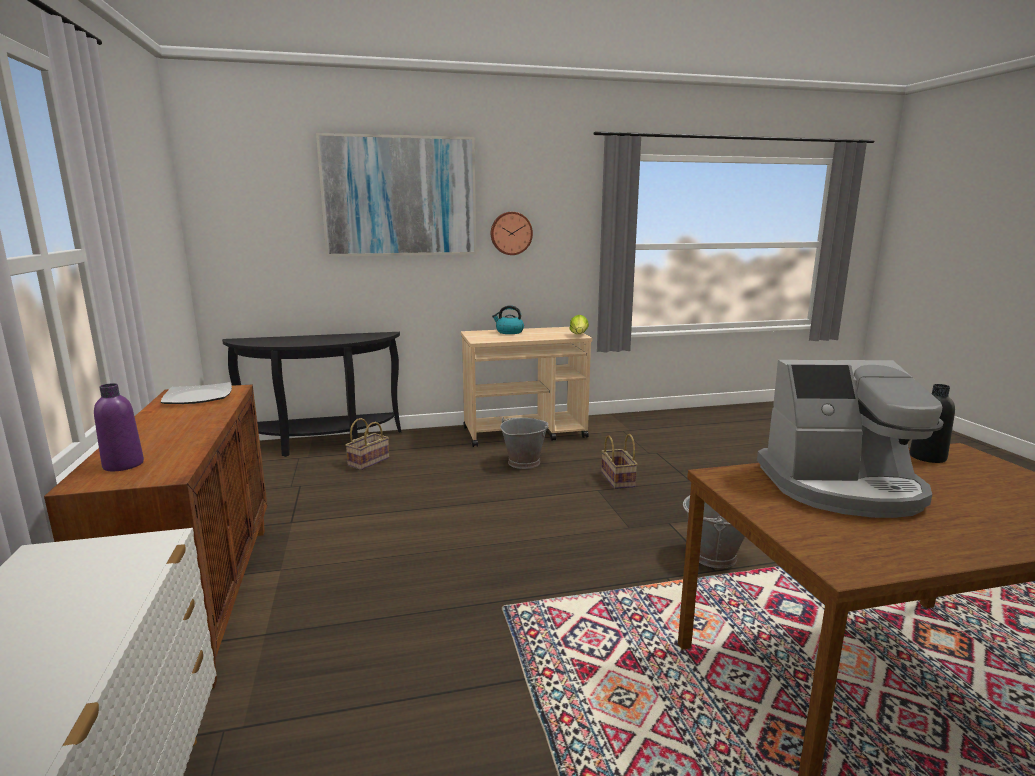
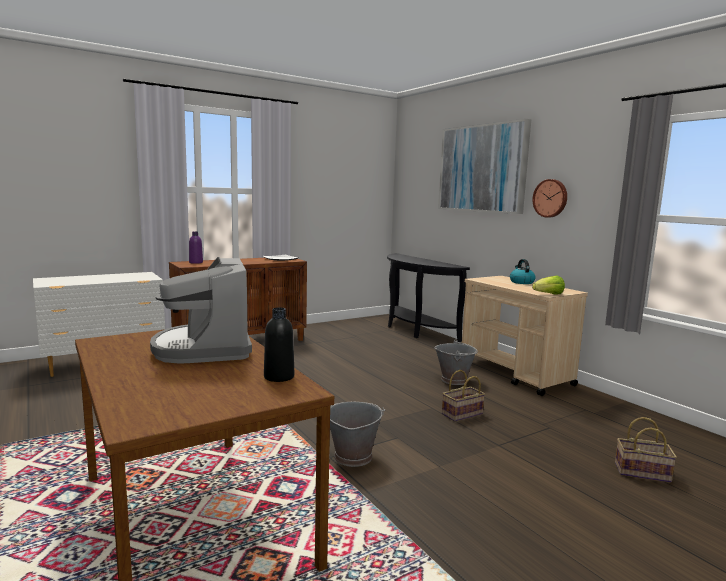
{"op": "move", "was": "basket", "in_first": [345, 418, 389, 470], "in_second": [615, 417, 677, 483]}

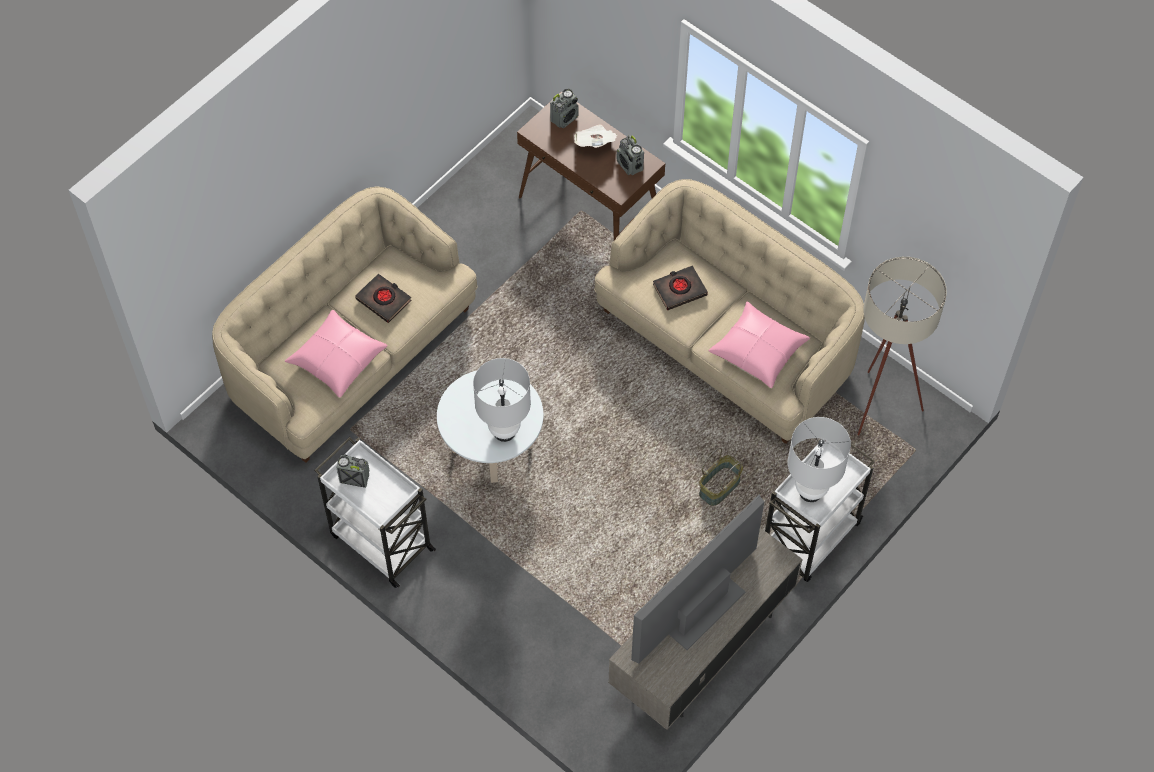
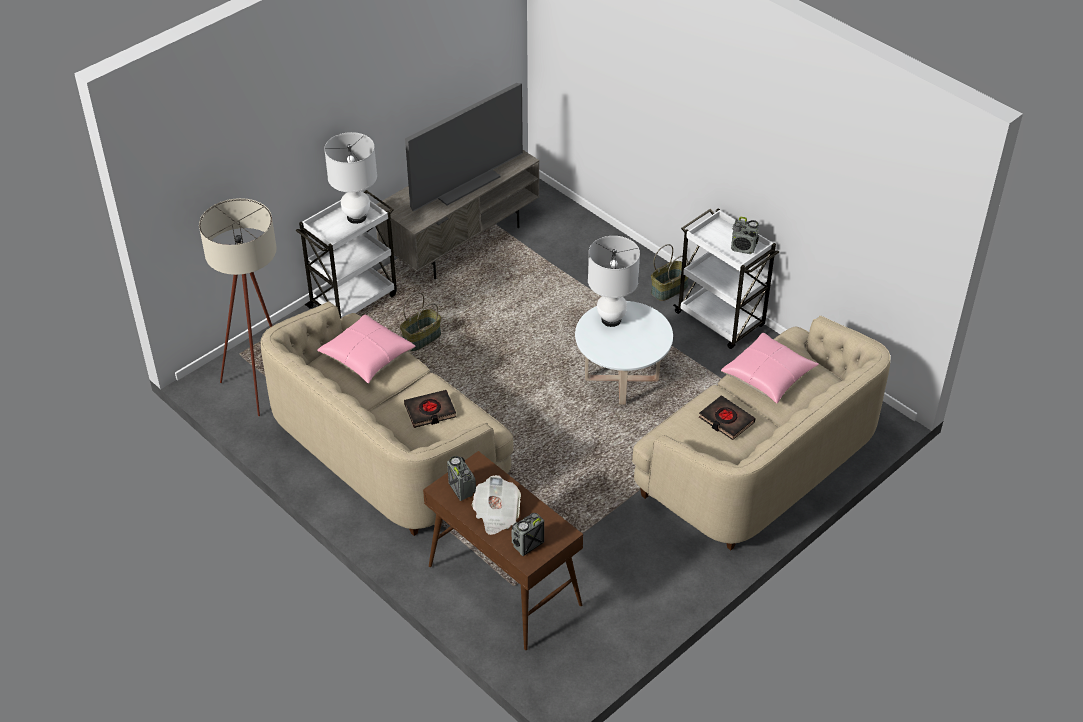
{"op": "insert", "now": "basket", "in_second": [651, 244, 688, 301]}

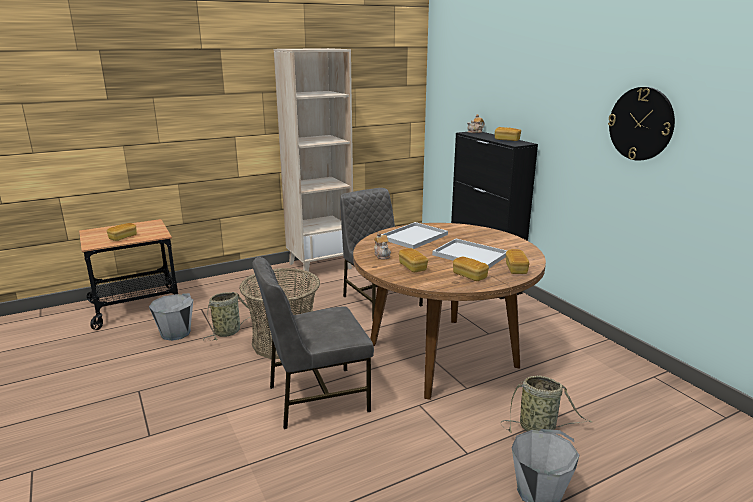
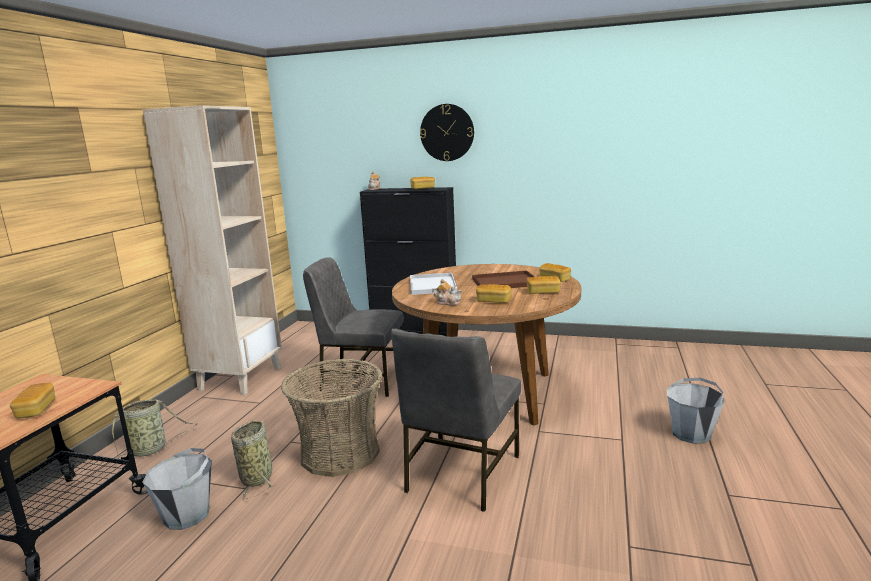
{"op": "recolor", "was": "white tray", "now": "brown tray", "in_first": [432, 239, 507, 268], "in_second": [472, 271, 534, 288]}
{"op": "move", "was": "basket", "in_first": [501, 375, 592, 433], "in_second": [112, 399, 198, 459]}
{"op": "move", "was": "wall clock", "in_first": [608, 87, 675, 161], "in_second": [420, 104, 474, 161]}

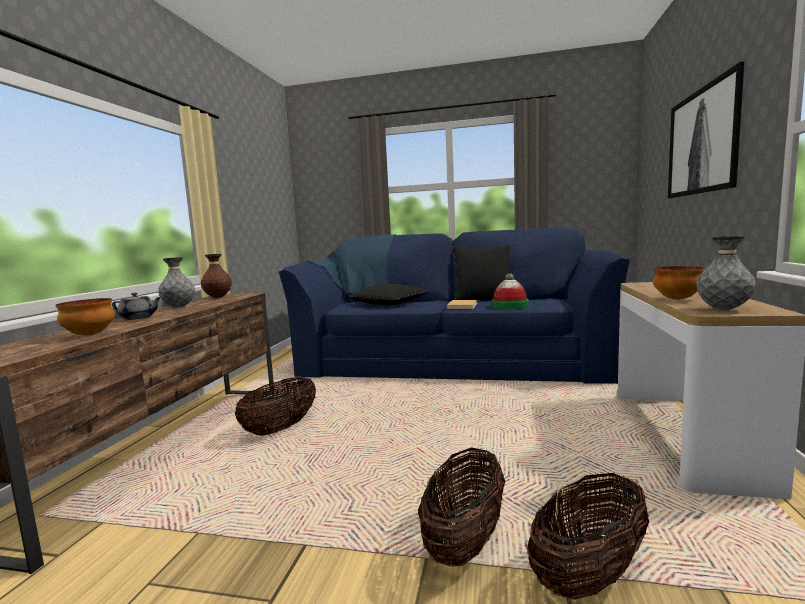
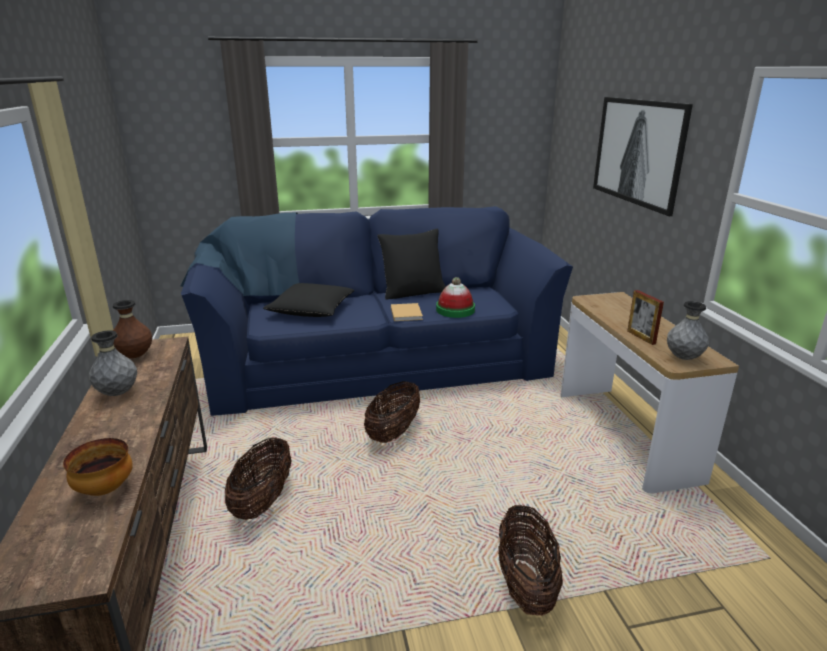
{"op": "delete", "was": "grey teapot", "in_first": [112, 293, 161, 320]}
{"op": "move", "was": "basket", "in_first": [527, 473, 649, 600], "in_second": [364, 381, 420, 443]}
{"op": "replace", "was": "bowl", "now": "picture frame", "in_first": [653, 266, 704, 300], "in_second": [627, 290, 664, 345]}

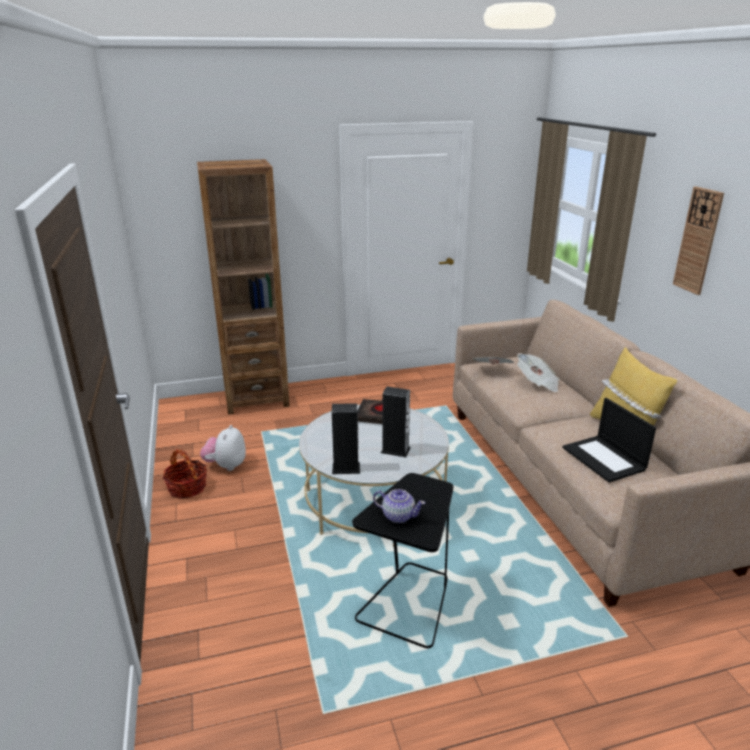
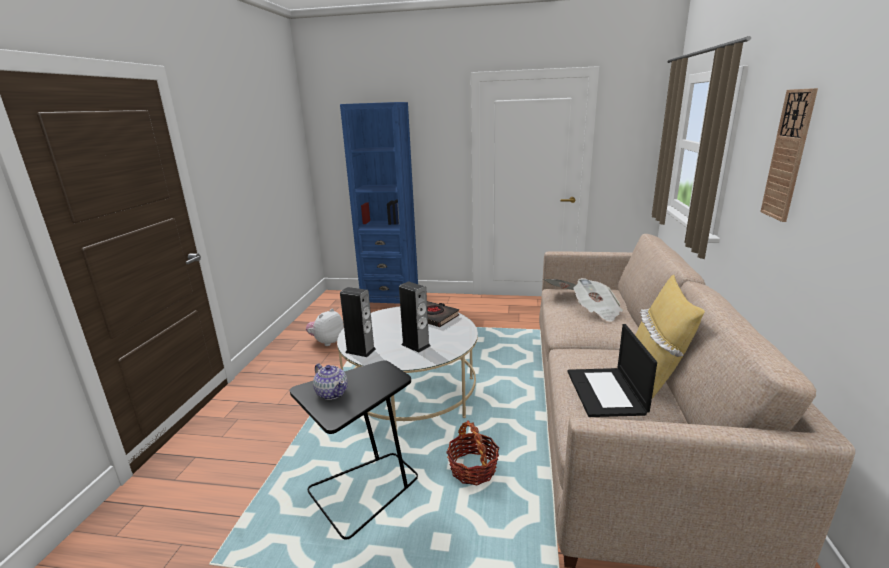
{"op": "move", "was": "basket", "in_first": [163, 449, 207, 499], "in_second": [446, 420, 499, 485]}
{"op": "recolor", "was": "brown bookcase", "now": "blue bookcase", "in_first": [197, 159, 290, 415], "in_second": [340, 102, 418, 304]}

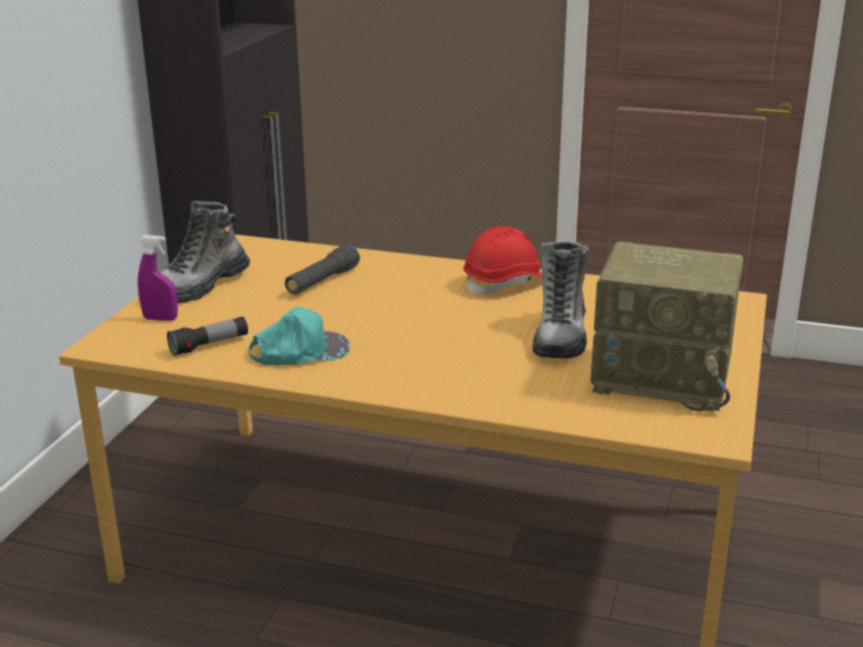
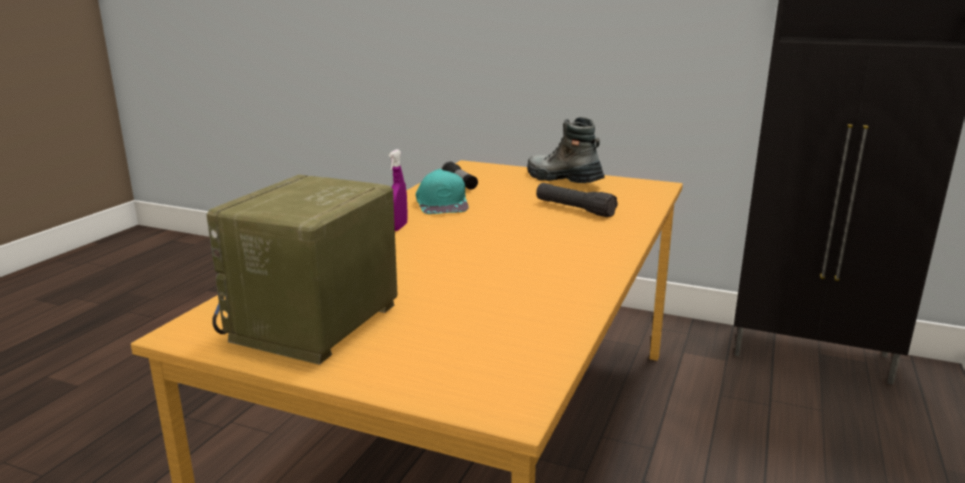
{"op": "move", "was": "purple spray bottle", "in_first": [138, 235, 178, 321], "in_second": [389, 149, 408, 231]}
{"op": "delete", "was": "red hard hat", "in_first": [463, 226, 542, 296]}
{"op": "delete", "was": "boot", "in_first": [532, 241, 590, 358]}

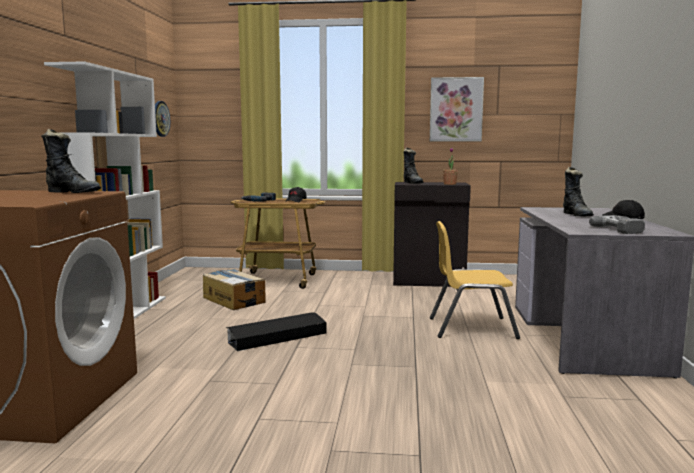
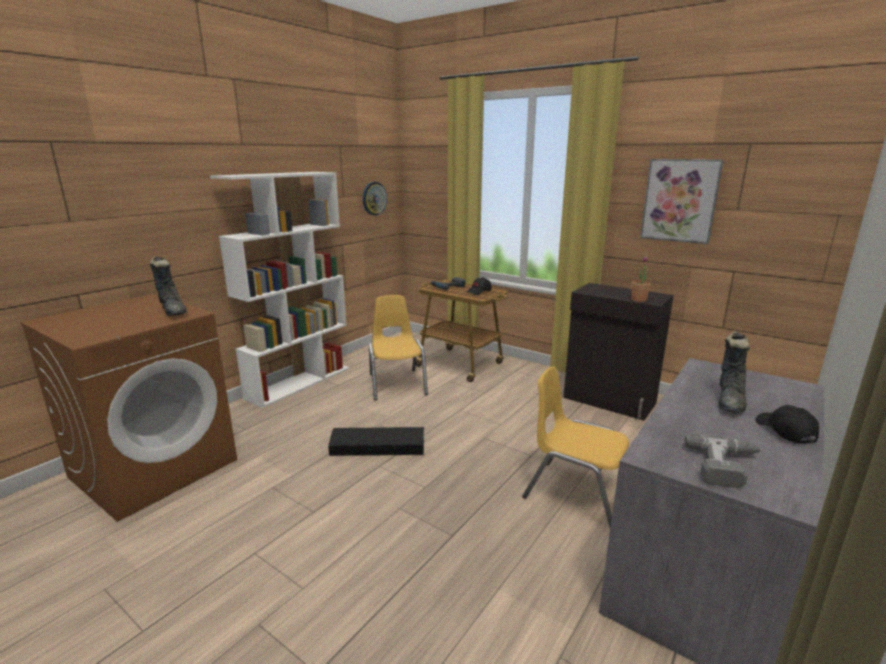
{"op": "replace", "was": "cardboard box", "now": "yellow chair", "in_first": [203, 269, 266, 310], "in_second": [369, 295, 428, 400]}
{"op": "delete", "was": "black boot", "in_first": [404, 147, 423, 184]}

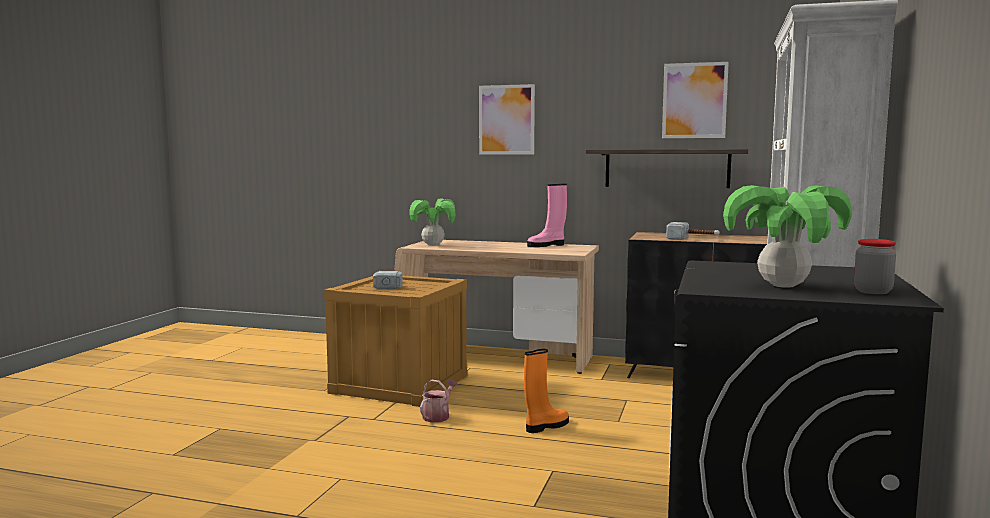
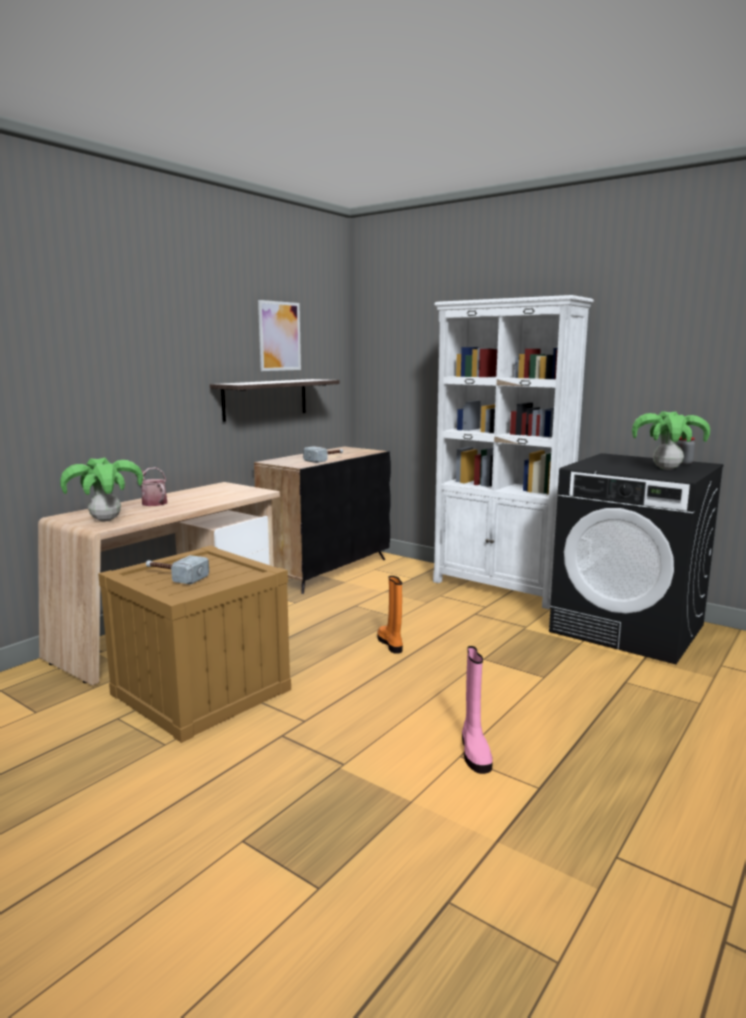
{"op": "move", "was": "watering can", "in_first": [420, 380, 458, 423], "in_second": [135, 467, 167, 506]}
{"op": "delete", "was": "picture", "in_first": [479, 84, 535, 155]}
{"op": "move", "was": "pink boot", "in_first": [527, 184, 567, 247], "in_second": [462, 646, 493, 774]}

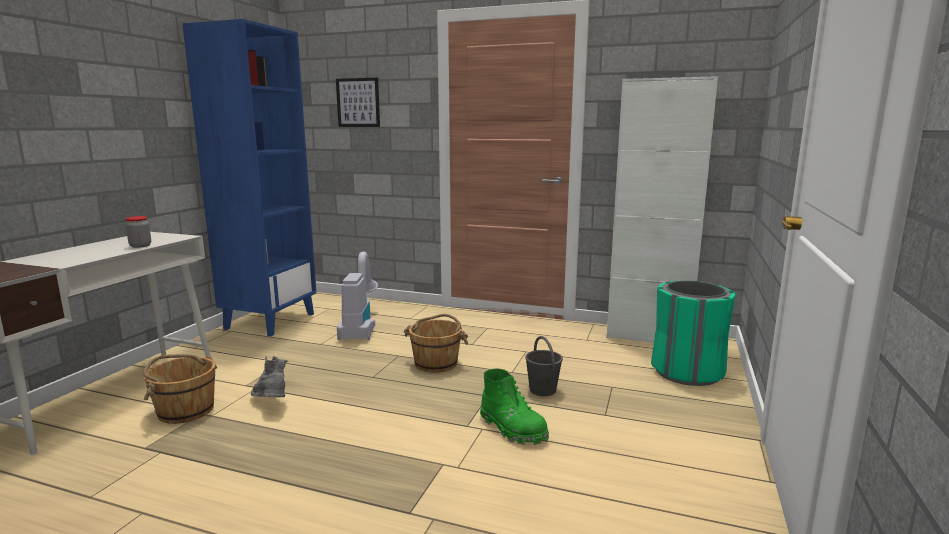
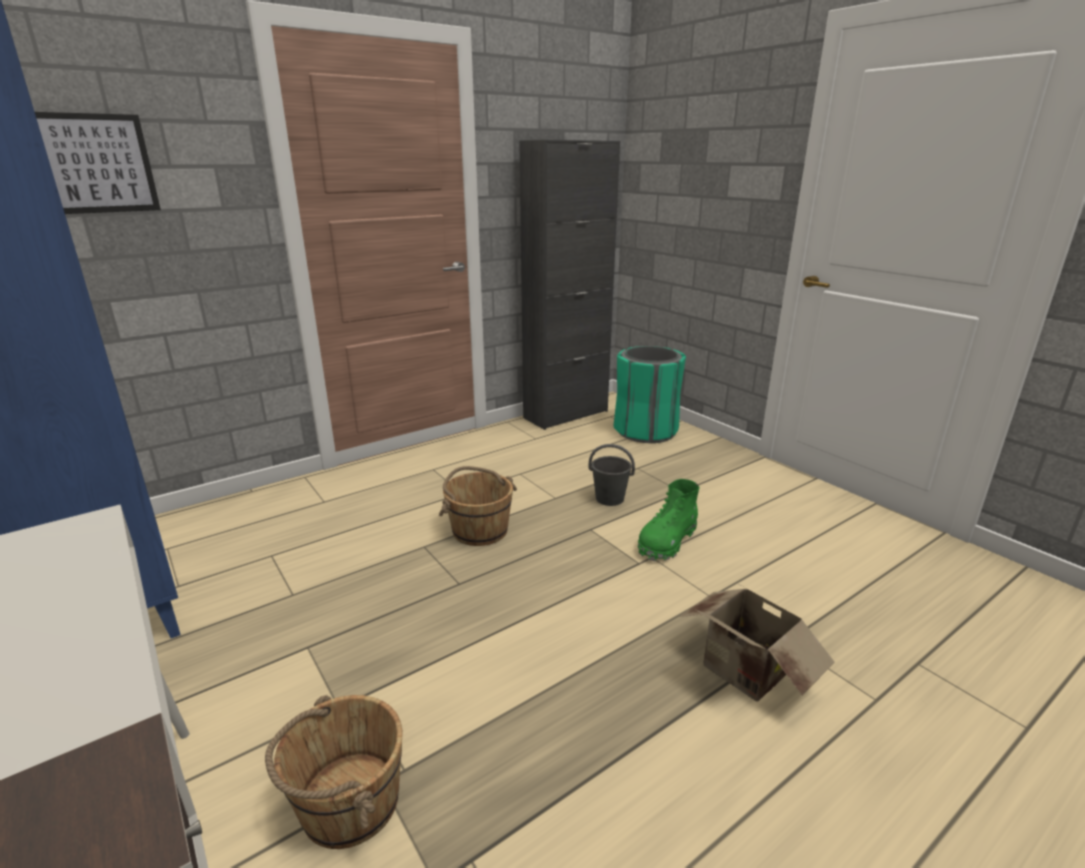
{"op": "delete", "was": "jar", "in_first": [126, 216, 151, 248]}
{"op": "delete", "was": "grey boot", "in_first": [251, 356, 288, 397]}
{"op": "delete", "was": "vacuum cleaner", "in_first": [337, 252, 378, 340]}
{"op": "rotate", "was": "green boot", "in_first": [480, 368, 549, 445], "in_second": [638, 479, 699, 562], "clockwise": 135}
{"op": "recolor", "was": "white cabinet", "now": "black cabinet", "in_first": [607, 76, 718, 343], "in_second": [519, 140, 620, 430]}
{"op": "insert", "now": "cardboard box", "in_second": [679, 581, 835, 702]}

